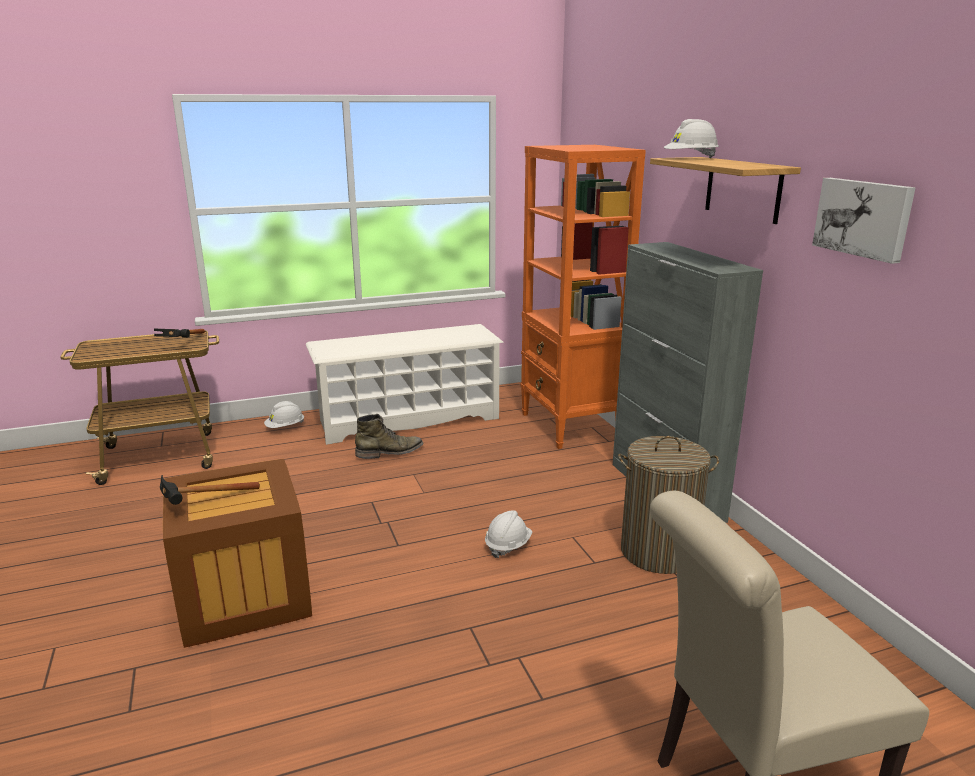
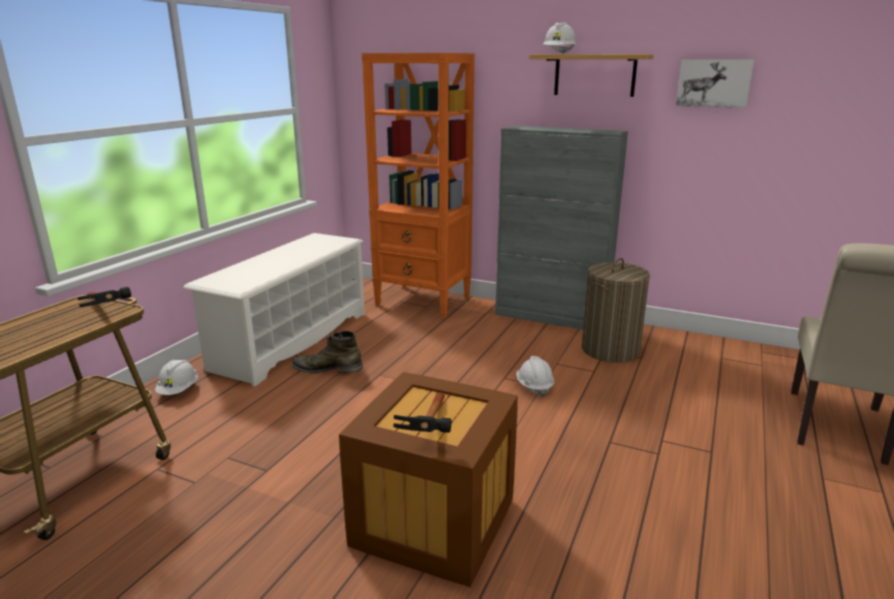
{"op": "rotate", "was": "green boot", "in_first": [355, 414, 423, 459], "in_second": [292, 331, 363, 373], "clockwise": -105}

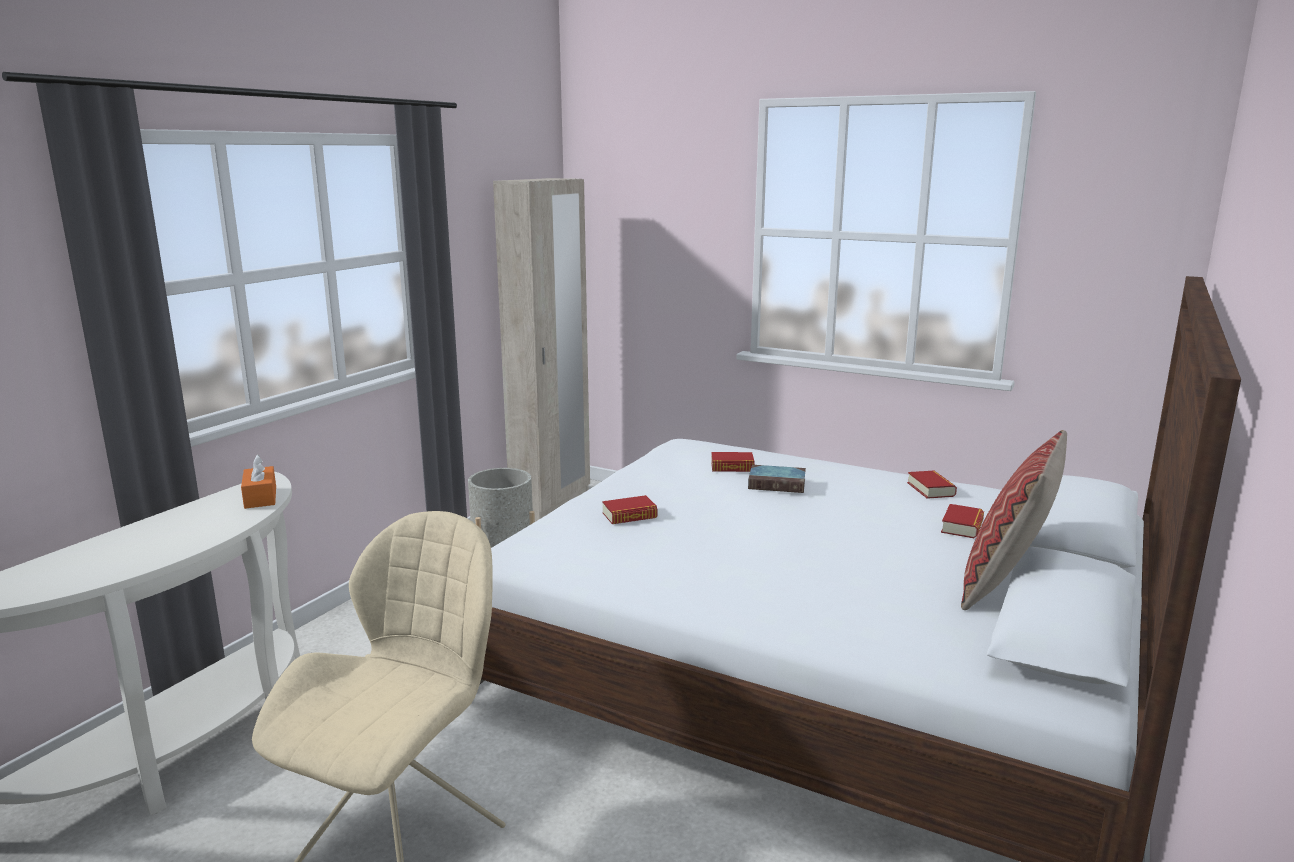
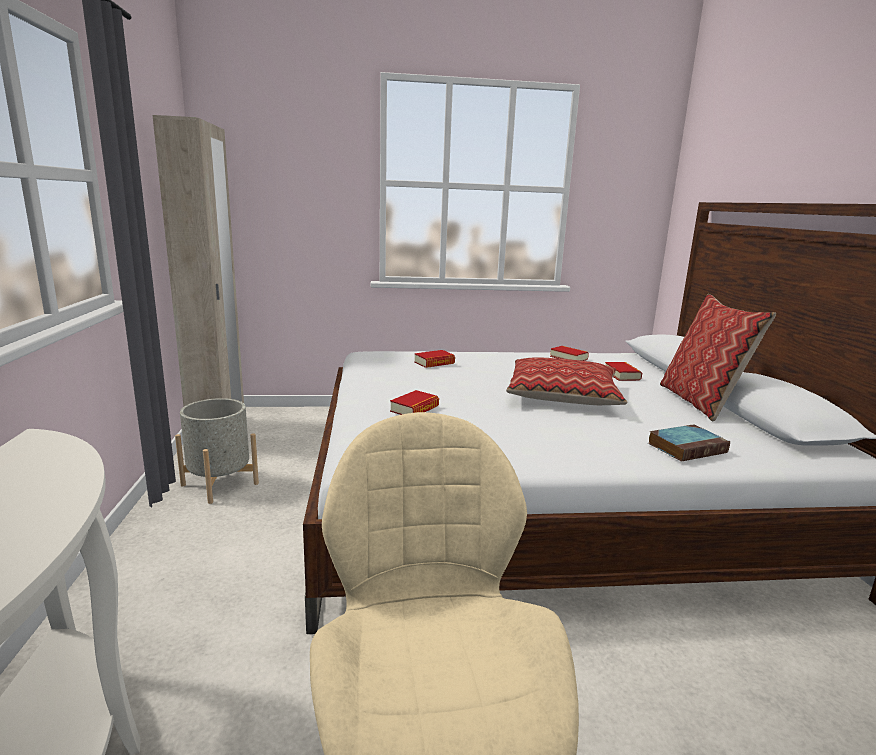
{"op": "delete", "was": "orange tissue box", "in_first": [241, 454, 276, 509]}
{"op": "move", "was": "book", "in_first": [748, 465, 806, 493], "in_second": [648, 424, 730, 462]}
{"op": "insert", "now": "pillow", "in_second": [506, 357, 627, 405]}

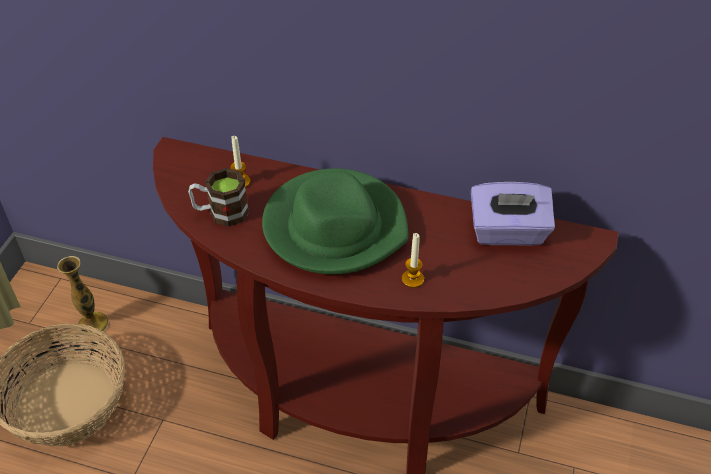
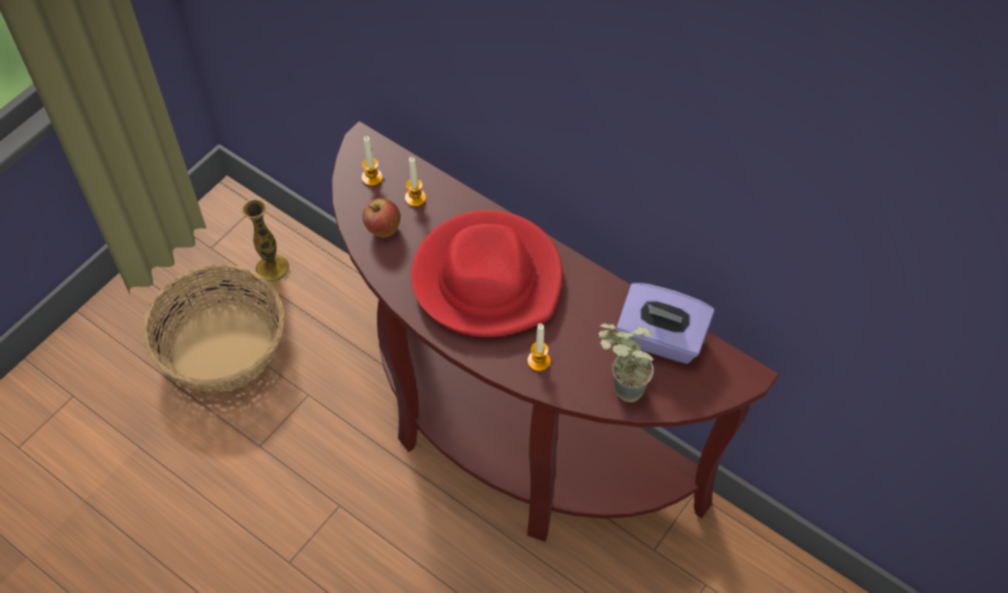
{"op": "replace", "was": "mug", "now": "apple", "in_first": [188, 168, 249, 227], "in_second": [363, 198, 401, 237]}
{"op": "recolor", "was": "green hat", "now": "red hat", "in_first": [262, 169, 408, 274], "in_second": [411, 210, 563, 337]}
{"op": "insert", "now": "candle", "in_second": [361, 136, 383, 186]}
{"op": "insert", "now": "potted plant", "in_second": [598, 324, 654, 402]}

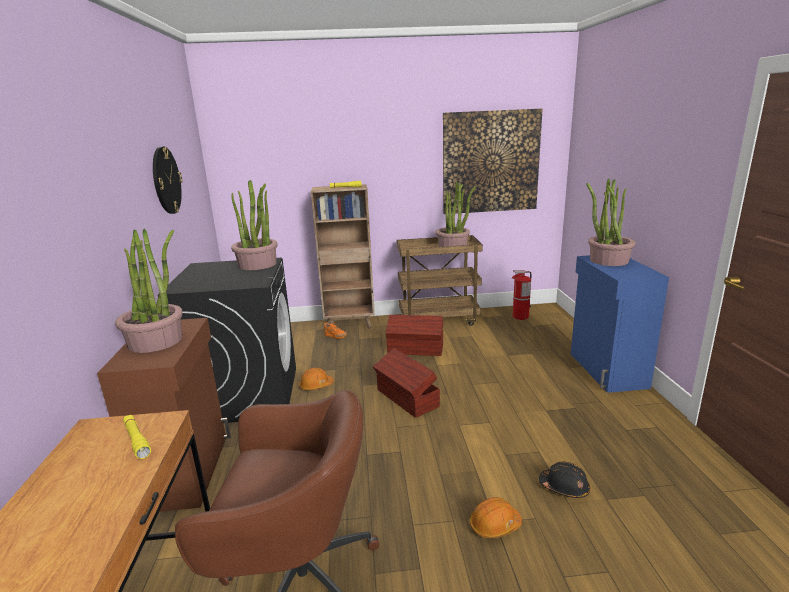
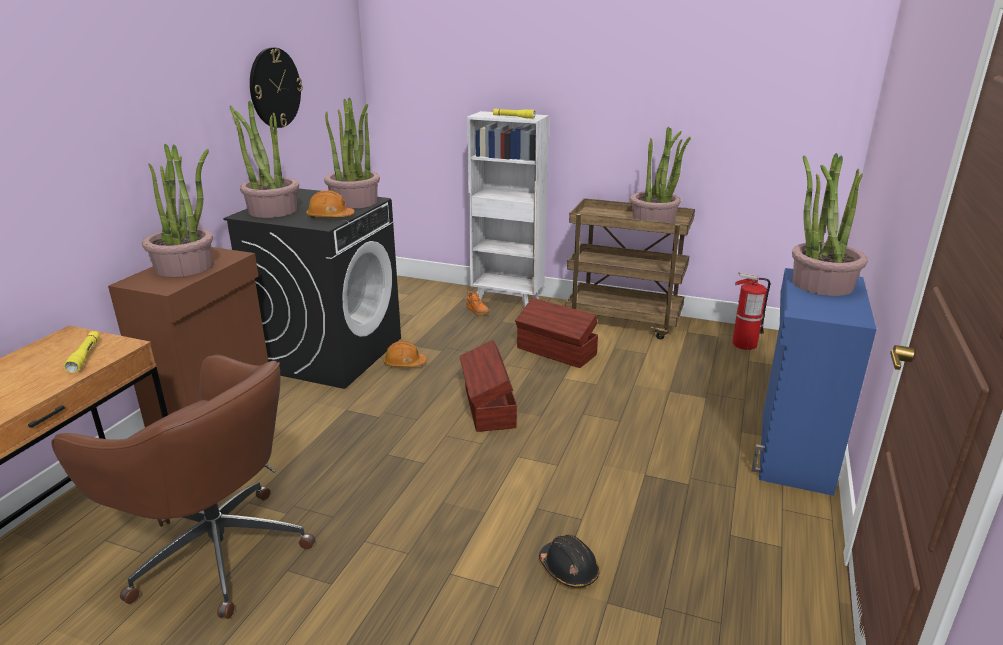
{"op": "recolor", "was": "brown bookcase", "now": "white bookcase", "in_first": [311, 184, 375, 329], "in_second": [467, 111, 549, 308]}
{"op": "delete", "was": "picture", "in_first": [443, 109, 543, 214]}
{"op": "move", "was": "orange hard hat", "in_first": [469, 497, 522, 538], "in_second": [306, 190, 355, 218]}
{"op": "insert", "now": "potted plant", "in_second": [229, 101, 299, 218]}

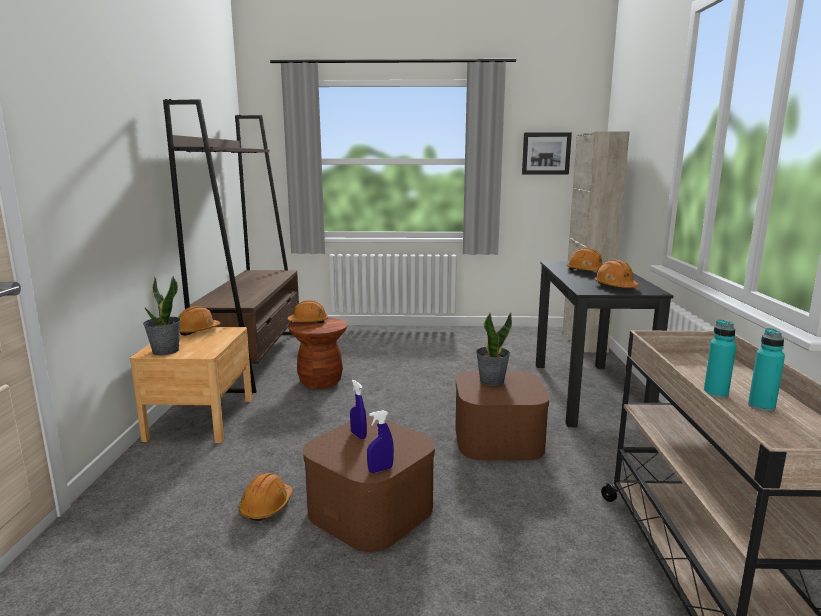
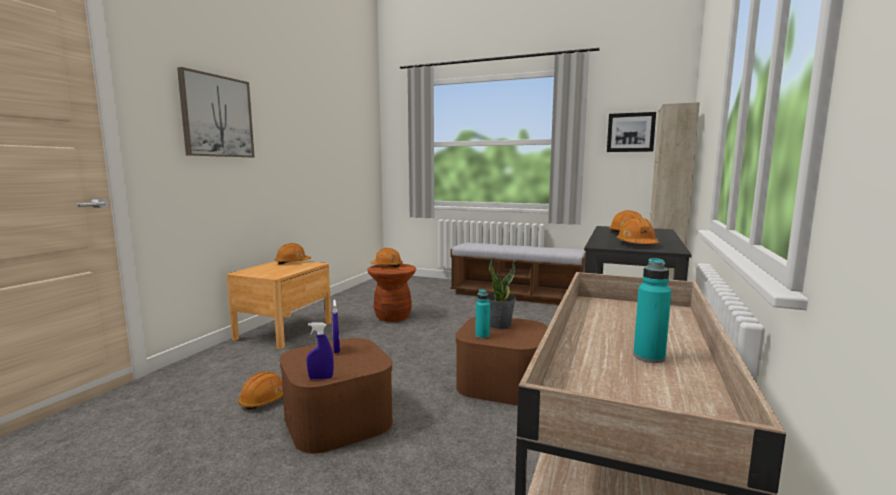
{"op": "delete", "was": "potted plant", "in_first": [143, 276, 181, 355]}
{"op": "delete", "was": "brown bookcase", "in_first": [163, 99, 299, 393]}
{"op": "move", "was": "turquoise bottle", "in_first": [704, 319, 737, 399], "in_second": [475, 289, 490, 339]}
{"op": "insert", "now": "picture", "in_second": [177, 67, 254, 157]}
{"op": "insert", "now": "bench", "in_second": [450, 242, 586, 305]}

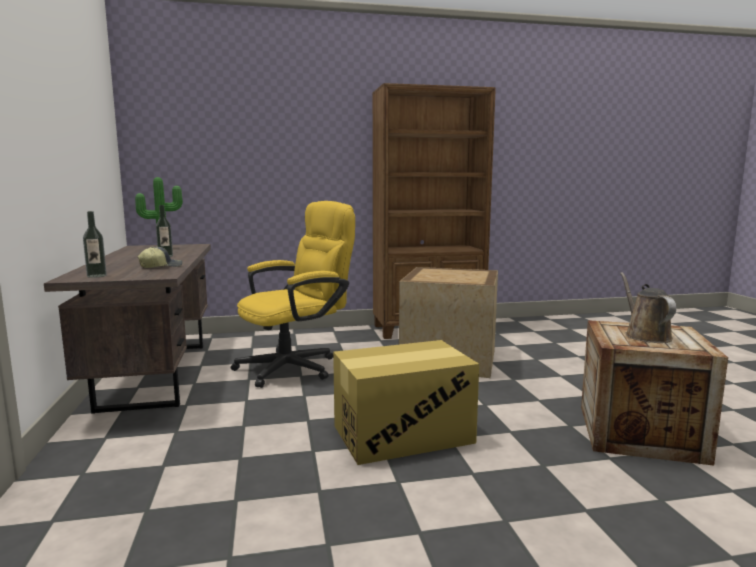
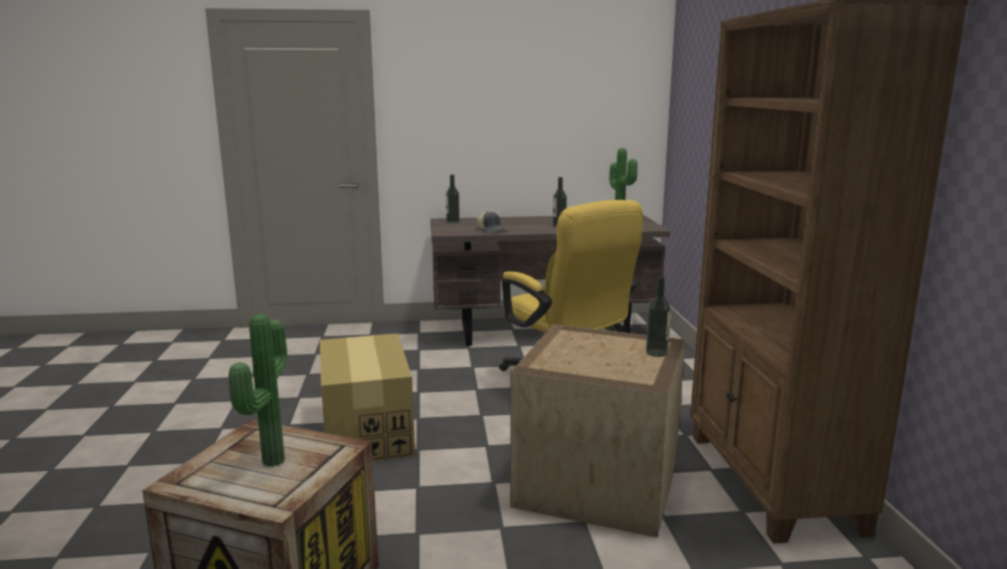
{"op": "replace", "was": "brown watering can", "now": "potted plant", "in_first": [620, 272, 676, 343], "in_second": [229, 314, 287, 467]}
{"op": "insert", "now": "bottle", "in_second": [646, 277, 671, 357]}

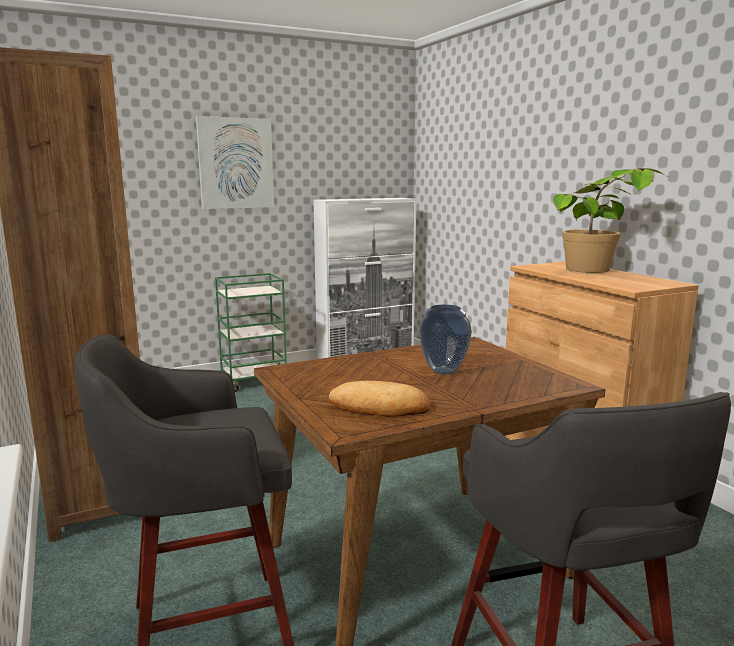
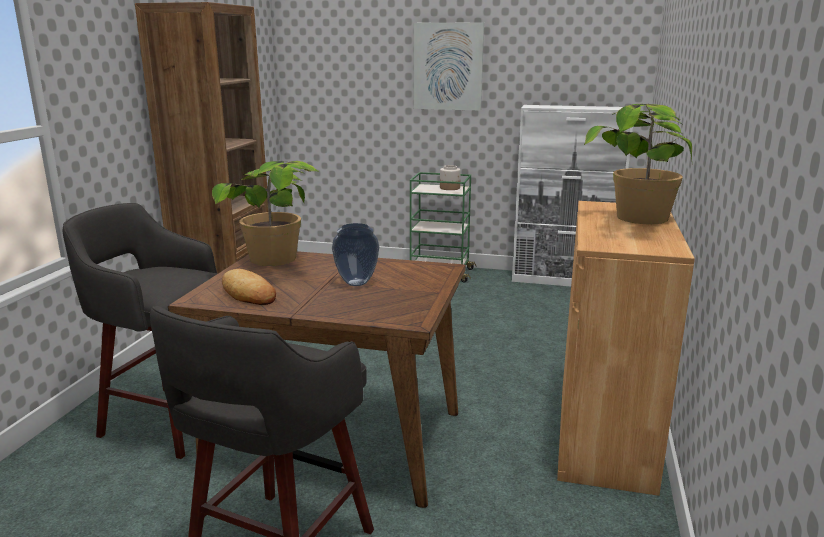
{"op": "insert", "now": "potted plant", "in_second": [212, 161, 319, 266]}
{"op": "insert", "now": "jar", "in_second": [440, 165, 461, 190]}

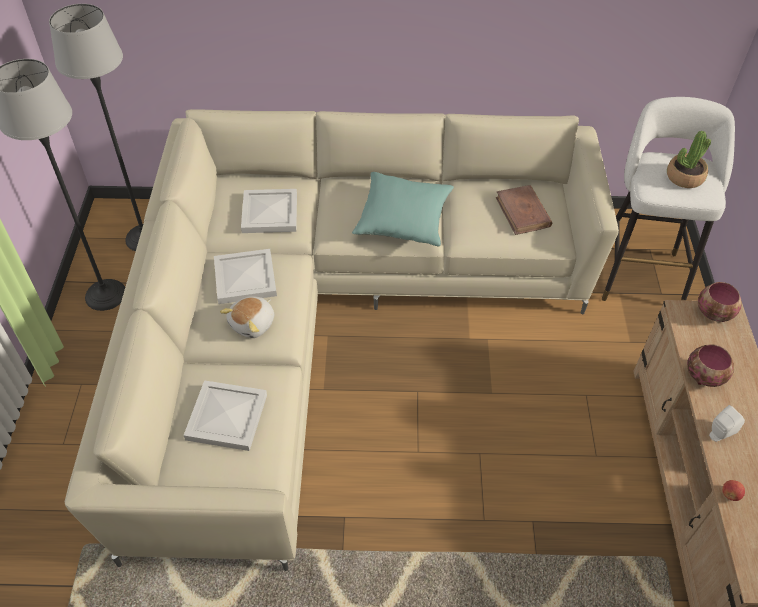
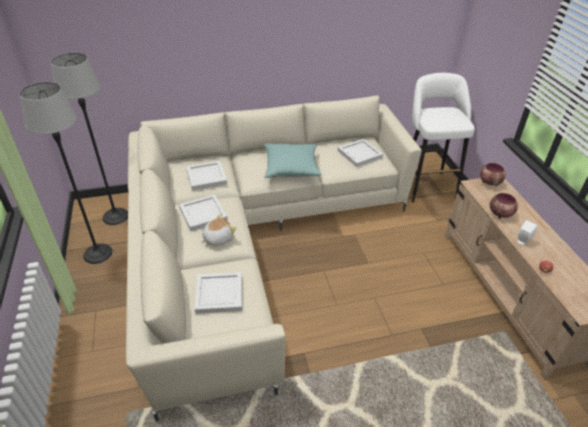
{"op": "rotate", "was": "plush toy", "in_first": [220, 296, 275, 338], "in_second": [201, 213, 236, 246], "clockwise": -150}
{"op": "replace", "was": "brown book", "now": "white tray", "in_first": [496, 185, 552, 235], "in_second": [338, 139, 383, 167]}
{"op": "delete", "was": "potted plant", "in_first": [667, 131, 711, 188]}

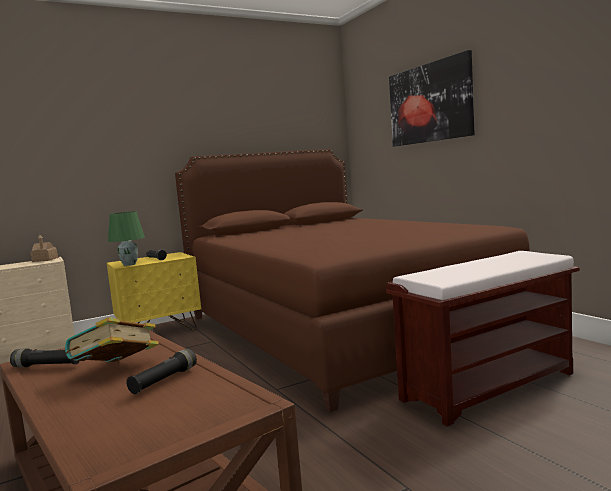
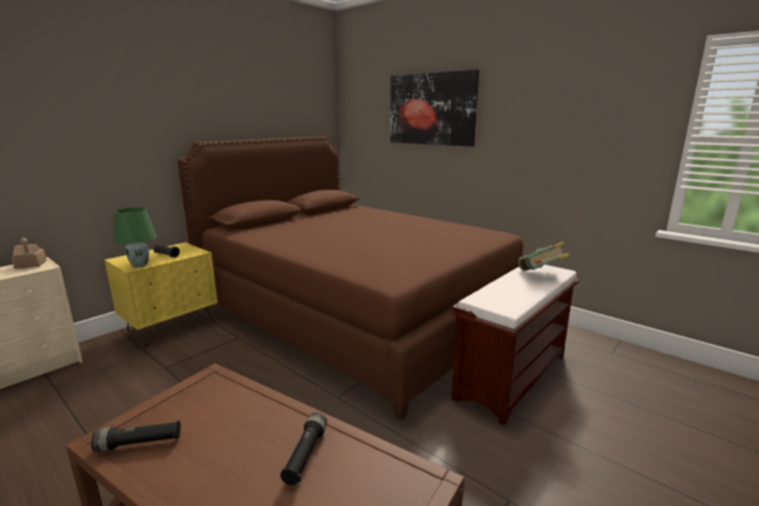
{"op": "move", "was": "book", "in_first": [65, 317, 159, 362], "in_second": [518, 242, 570, 271]}

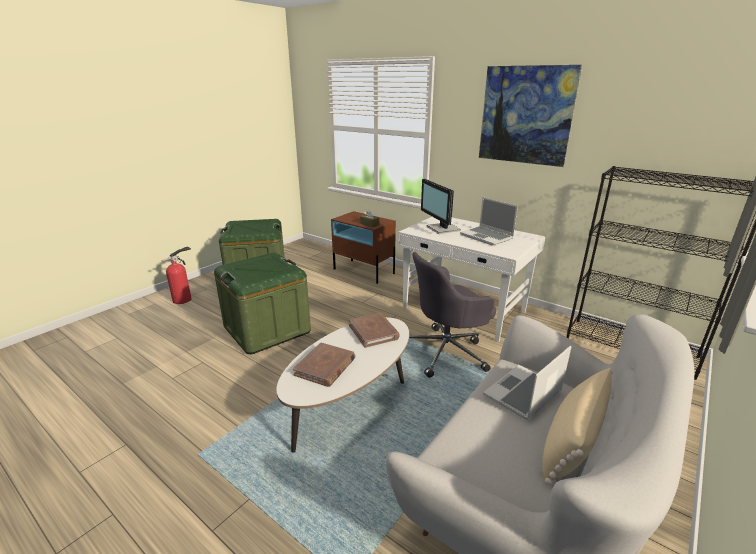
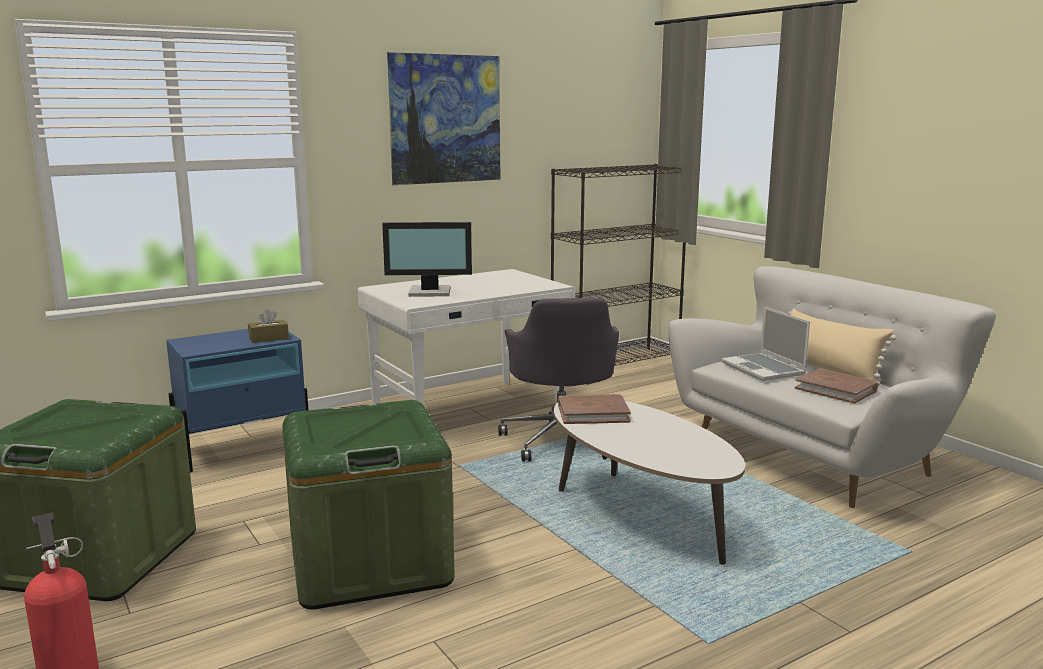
{"op": "move", "was": "brown book", "in_first": [293, 342, 355, 387], "in_second": [795, 368, 878, 403]}
{"op": "recolor", "was": "brown nightstand", "now": "blue nightstand", "in_first": [331, 211, 396, 284], "in_second": [166, 329, 308, 473]}
{"op": "delete", "was": "laptop", "in_first": [460, 197, 518, 246]}

